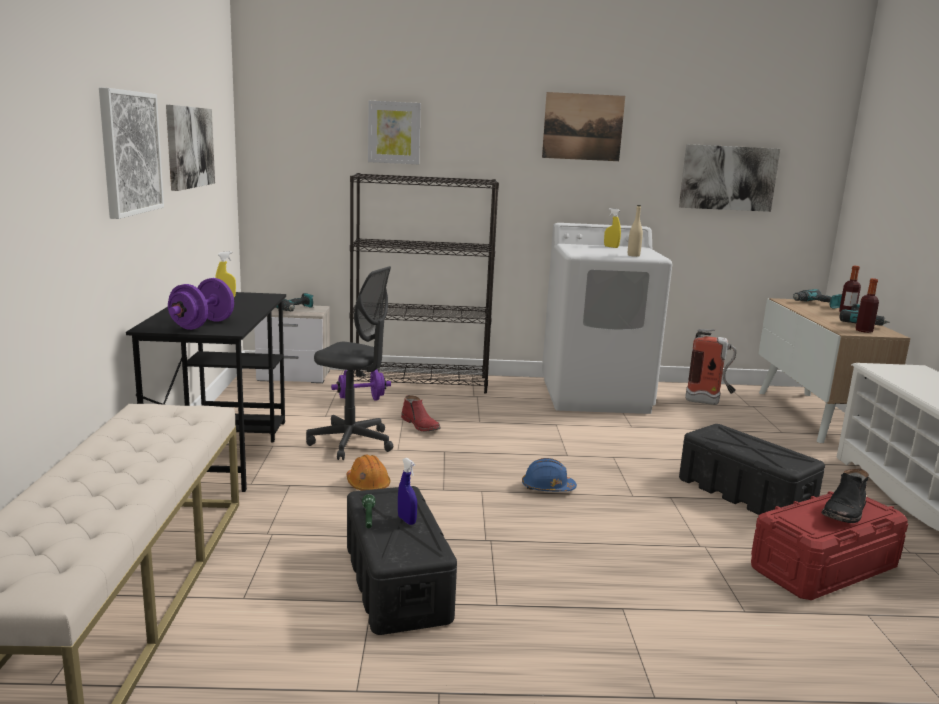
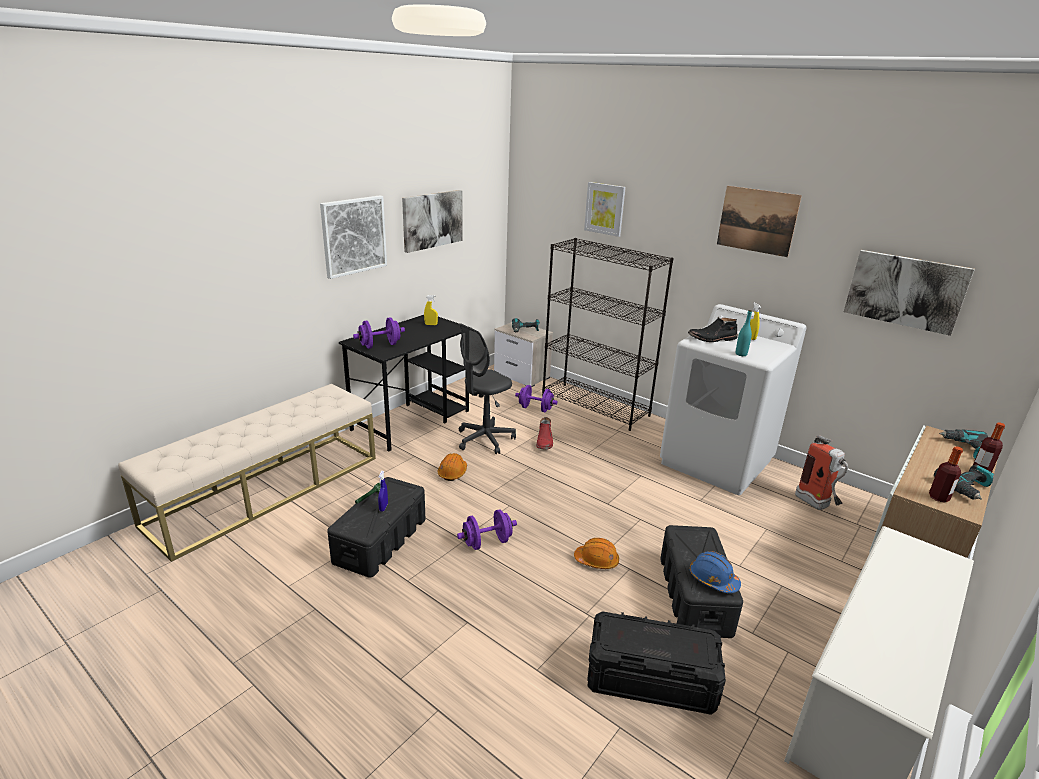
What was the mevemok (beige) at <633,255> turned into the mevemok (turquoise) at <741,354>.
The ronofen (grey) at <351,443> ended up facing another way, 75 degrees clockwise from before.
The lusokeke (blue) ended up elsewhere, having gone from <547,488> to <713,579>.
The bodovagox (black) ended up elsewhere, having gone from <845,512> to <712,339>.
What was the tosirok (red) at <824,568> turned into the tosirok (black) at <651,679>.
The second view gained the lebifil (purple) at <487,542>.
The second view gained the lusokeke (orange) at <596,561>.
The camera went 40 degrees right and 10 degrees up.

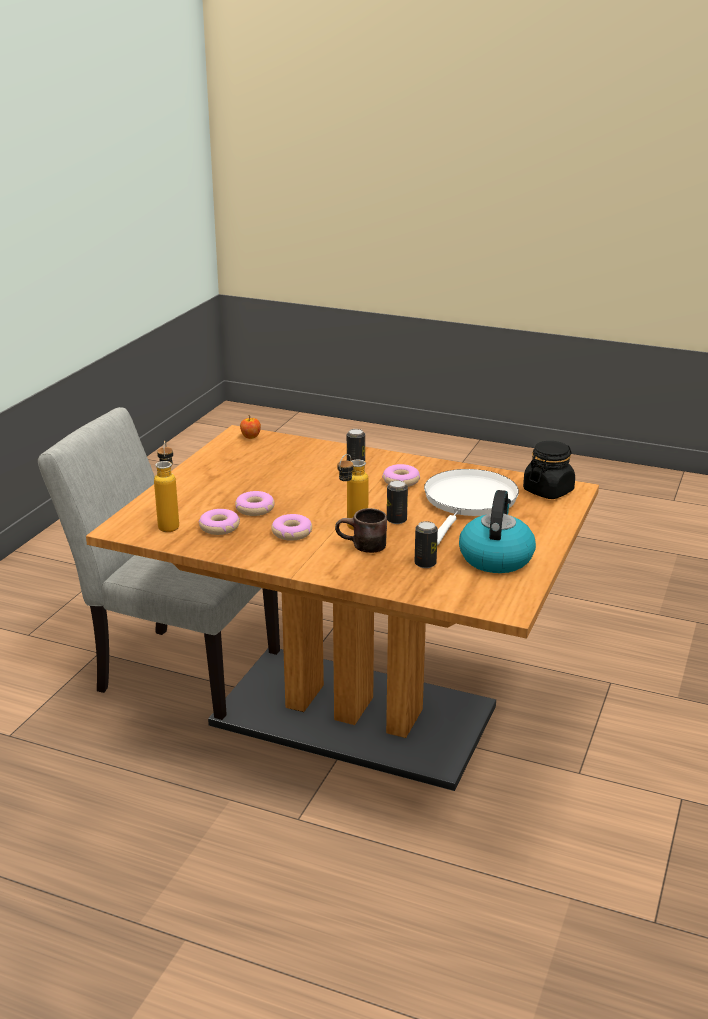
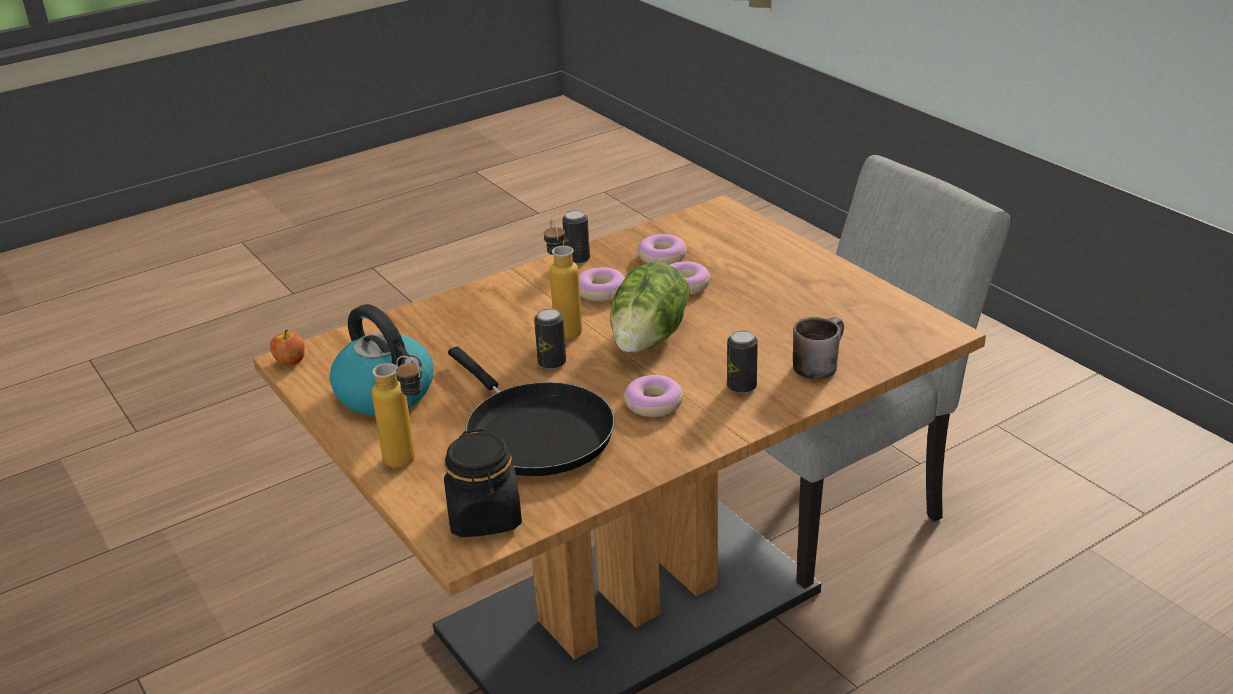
The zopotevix ended up elsewhere, having gone from <250,436> to <290,361>.
The mevemok ended up elsewhere, having gone from <169,524> to <410,463>.
What was the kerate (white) at <468,502> turned into the kerate (black) at <533,432>.
The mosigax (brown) ended up elsewhere, having gone from <362,548> to <816,363>.
The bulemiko ended up elsewhere, having gone from <425,563> to <577,259>.
The second view gained the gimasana at <650,338>.
The camera went 125 degrees right and 5 degrees up.

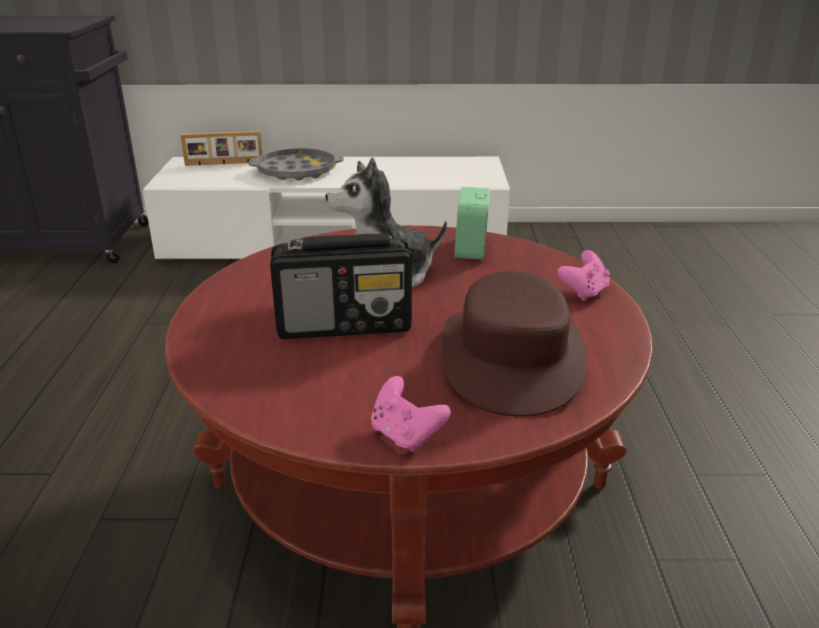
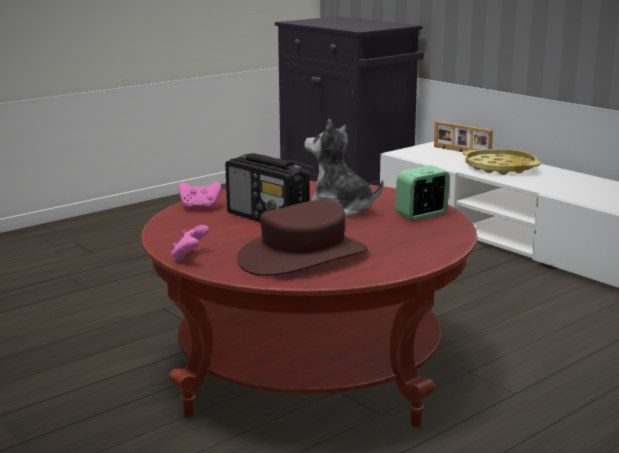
What was the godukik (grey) at <297,171> turned into the godukik (yellow) at <500,167>.
The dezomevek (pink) ended up elsewhere, having gone from <584,292> to <200,207>.
The camera went 50 degrees right and 10 degrees down.

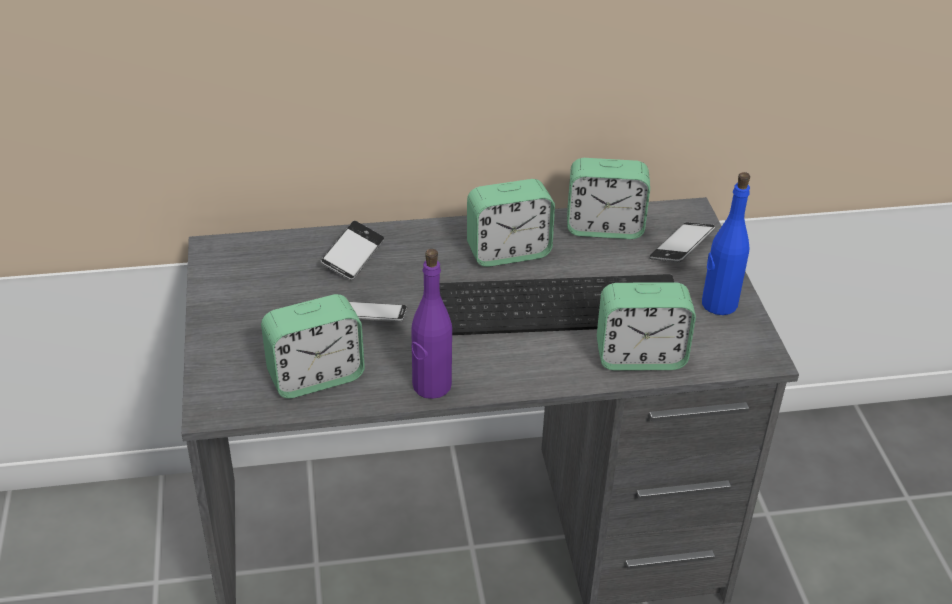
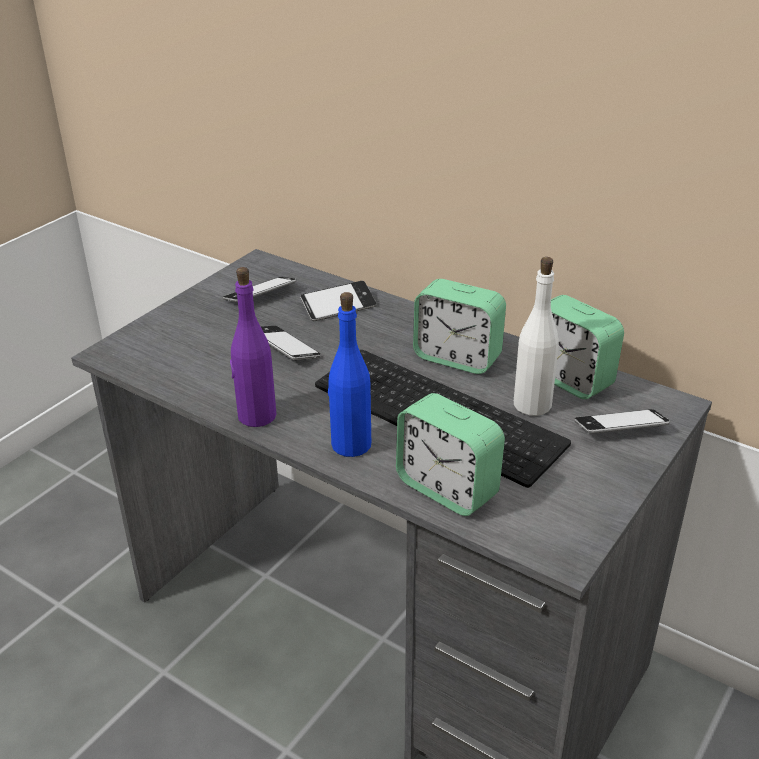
The mevemok (blue) ended up elsewhere, having gone from <718,304> to <350,444>.
The second view lost the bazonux at <316,376>.
The second view gained the mevemok (white) at <532,404>.
The second view gained the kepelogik at <260,295>.
The camera went 45 degrees right and 5 degrees down.

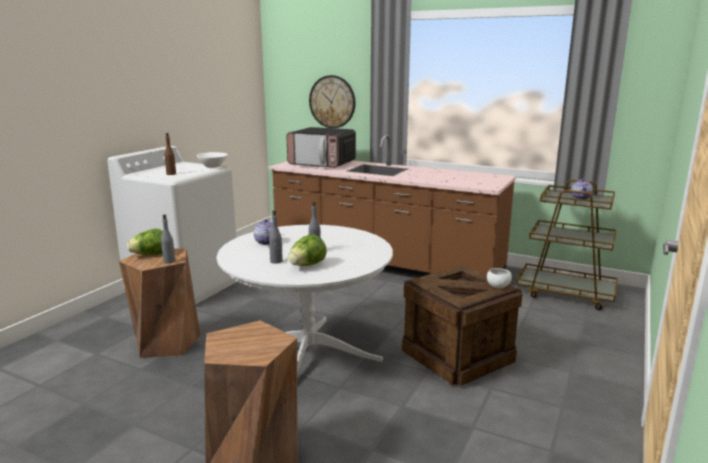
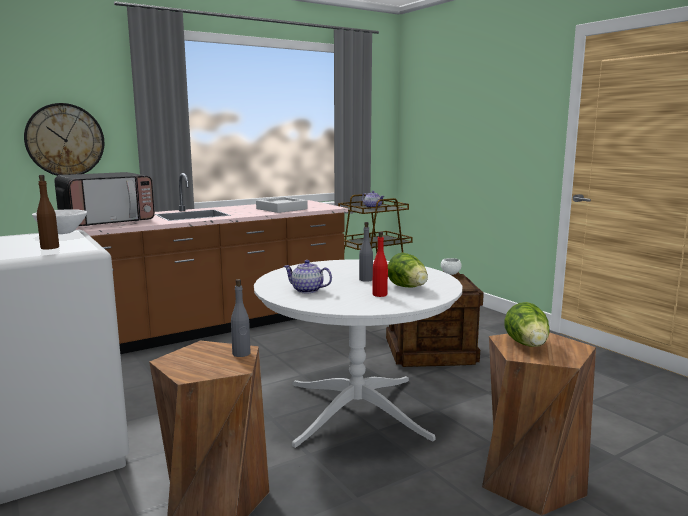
What was the mevemok (grey) at <276,261> turned into the mevemok (red) at <380,294>.
The gimasana ended up elsewhere, having gone from <150,255> to <528,345>.
The second view gained the godukik (grey) at <281,209>.
The camera went 60 degrees left and 5 degrees down.

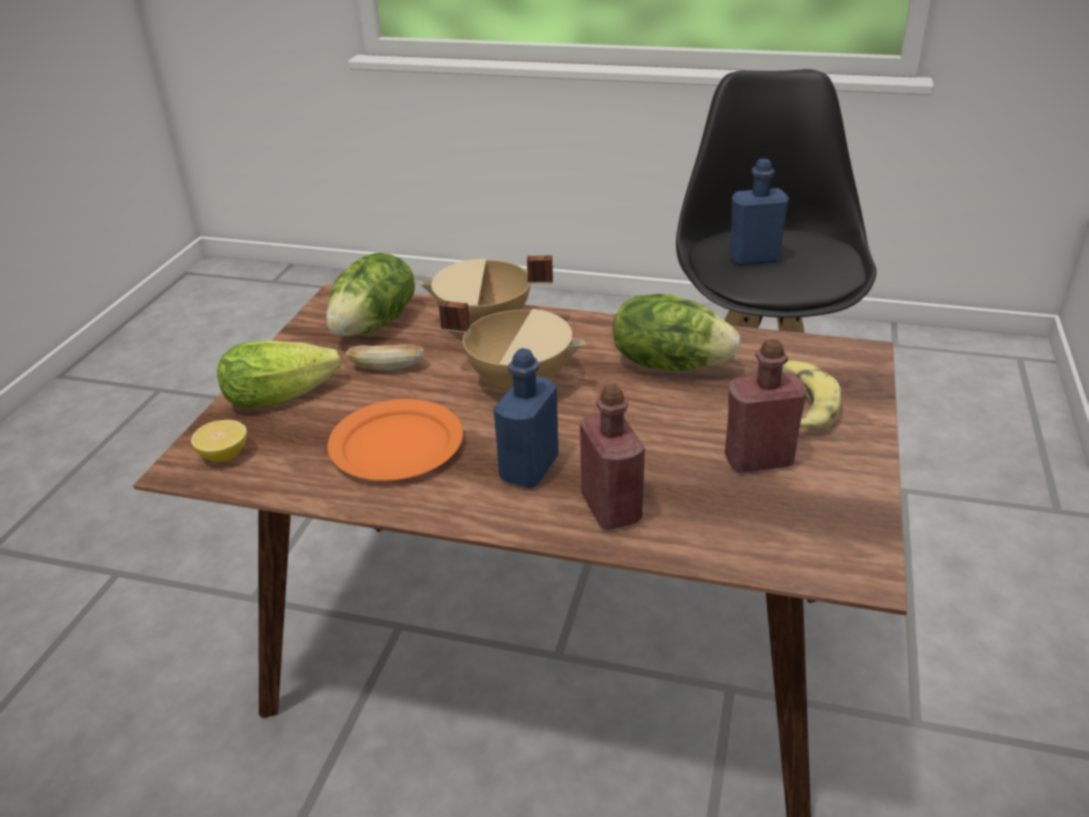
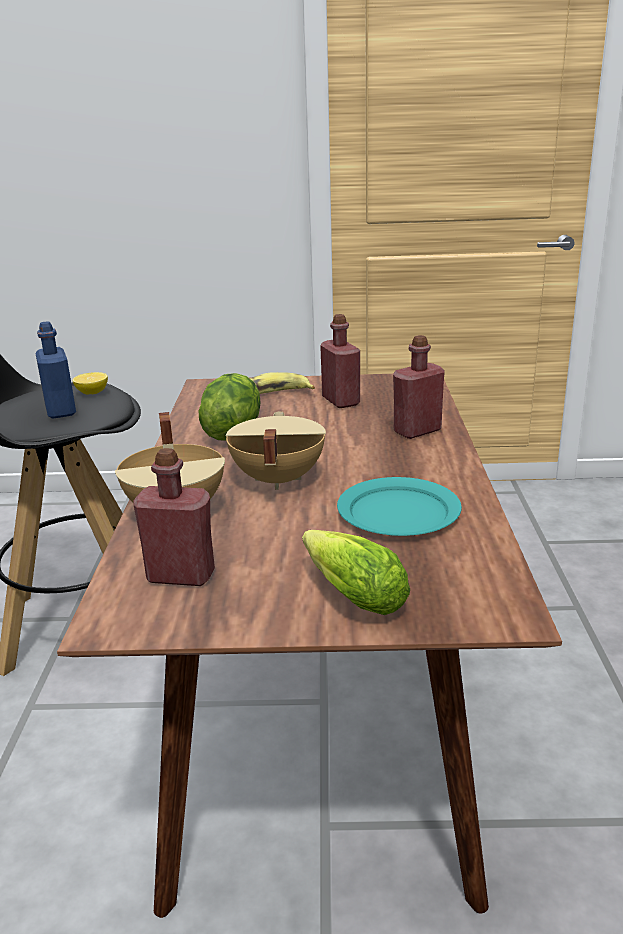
Where the gimasana stood at <375,325>, the mevemok (red) came to stand at <181,575>.
The second view lost the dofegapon at <387,367>.
The second view lost the mevemok (blue) at <529,468>.
What was the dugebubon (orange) at <396,446> turned into the dugebubon (turquoise) at <399,512>.
The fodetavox ended up elsewhere, having gone from <224,455> to <92,393>.
The camera went 105 degrees left and 10 degrees down.

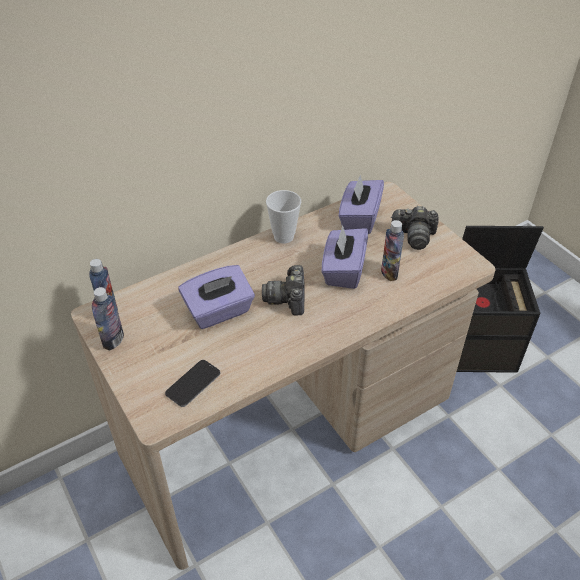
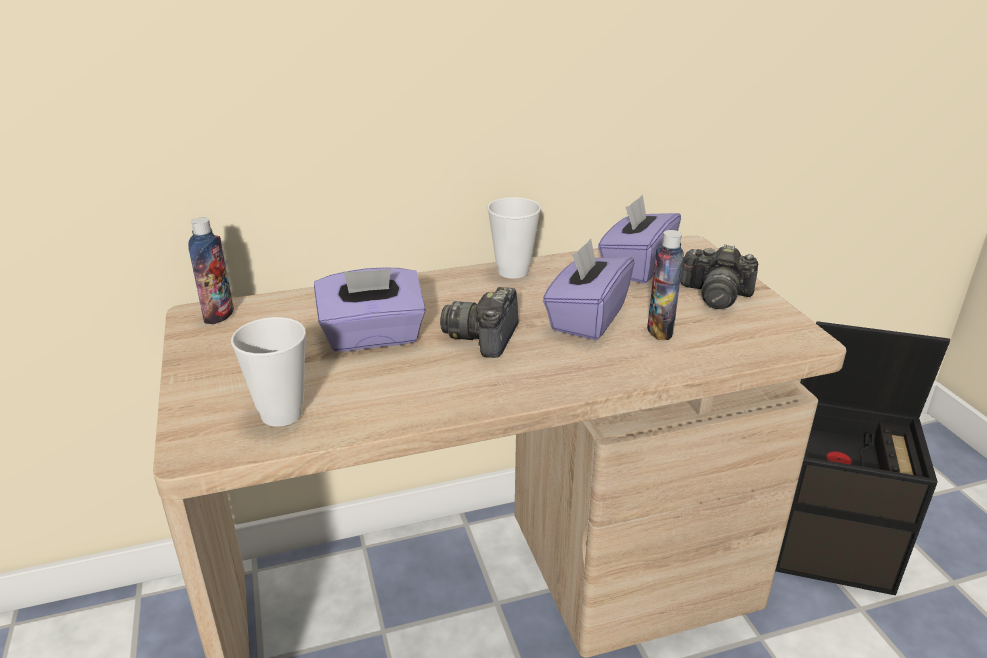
The second view lost the mevemok at <113,340>.
Where the kepelogik stood at <193,384>, the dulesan came to stand at <281,414>.
The camera went 15 degrees right and 15 degrees down.

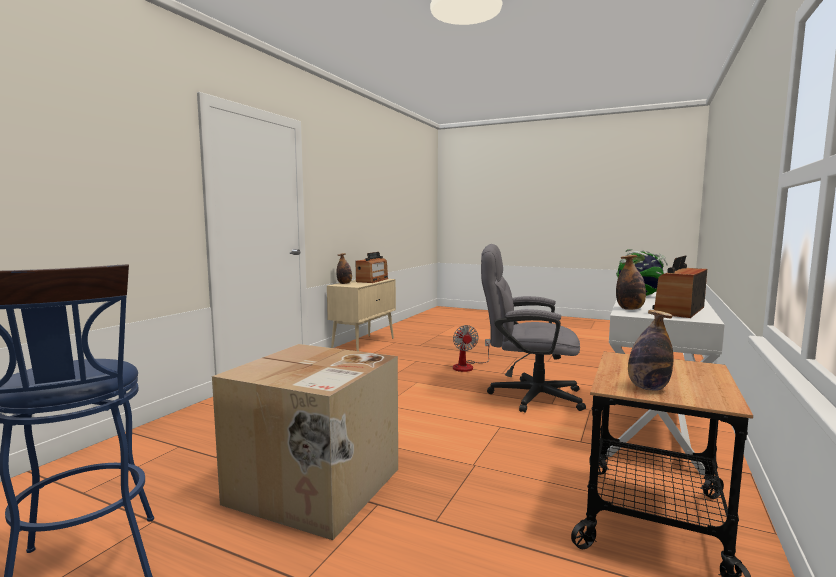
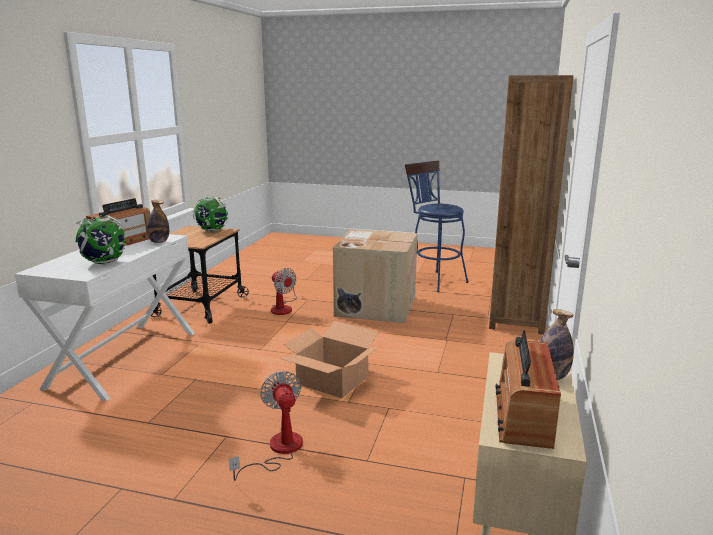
The second view lost the ronofen (grey) at <526,396>.
Where the mevemok stood at <647,388>, the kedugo came to stand at <212,231>.
The second view gained the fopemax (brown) at <517,319>.
The second view gained the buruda at <283,307>.
The second view gained the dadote at <332,380>.
The camera went 170 degrees right and 10 degrees up.

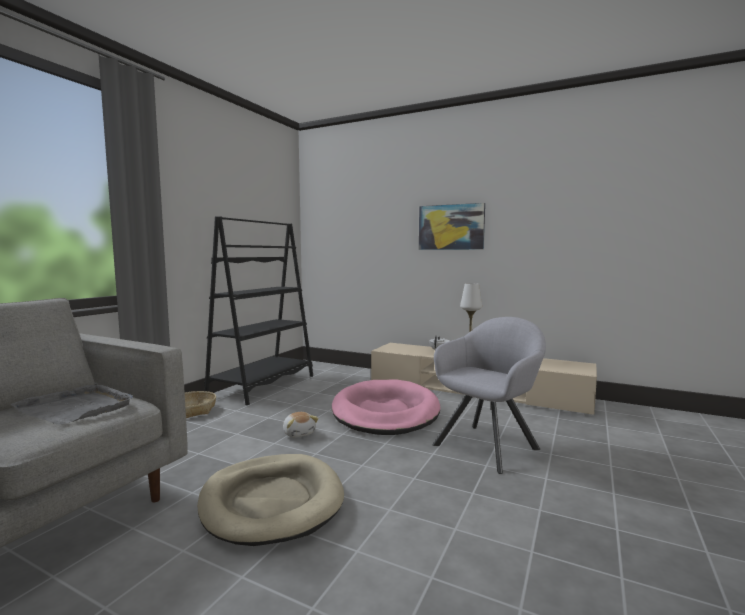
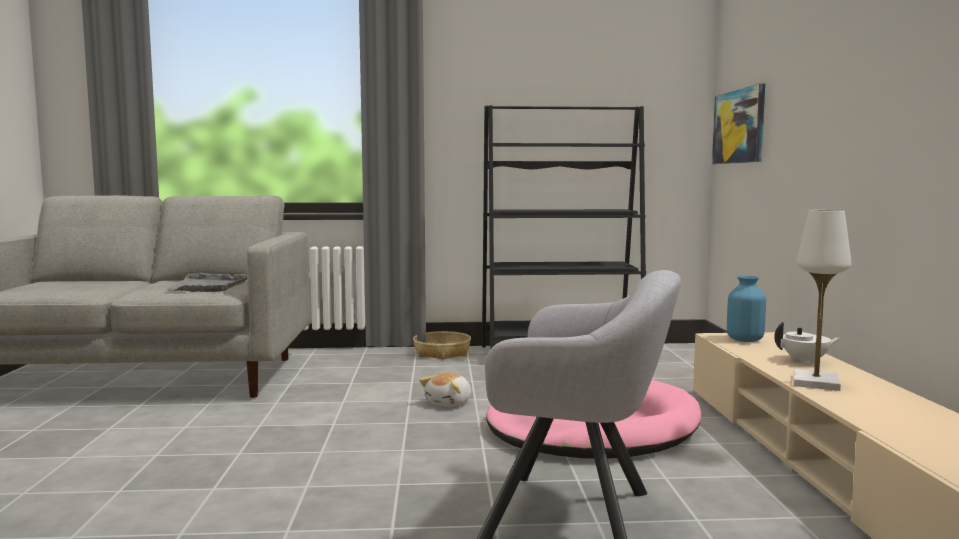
The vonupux ended up elsewhere, having gone from <451,227> to <739,127>.
The second view lost the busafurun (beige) at <272,502>.
The second view gained the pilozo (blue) at <744,340>.
The camera went 60 degrees right and 0 degrees up.

